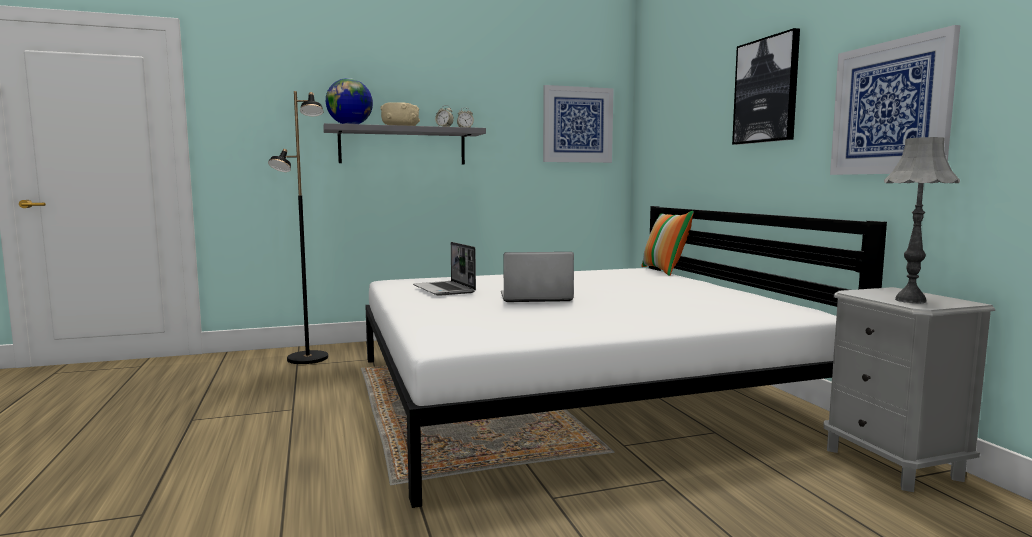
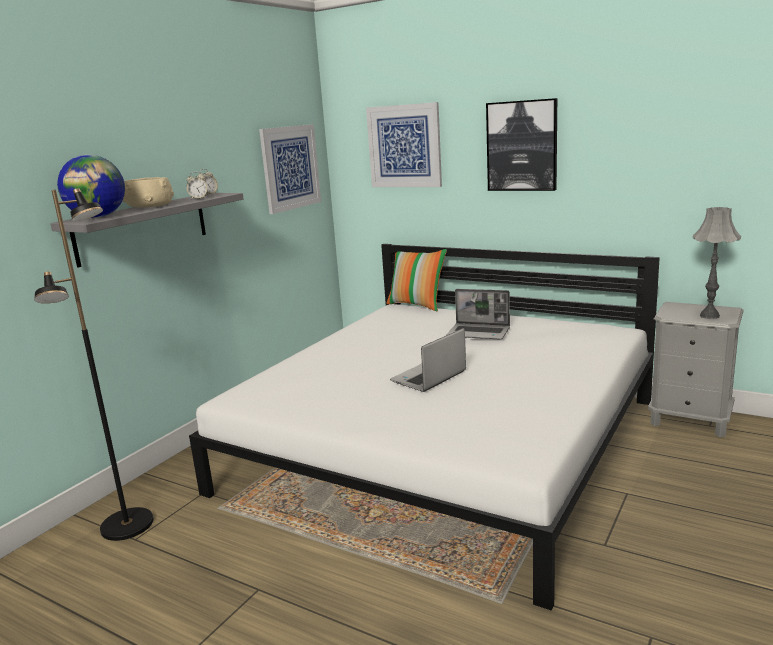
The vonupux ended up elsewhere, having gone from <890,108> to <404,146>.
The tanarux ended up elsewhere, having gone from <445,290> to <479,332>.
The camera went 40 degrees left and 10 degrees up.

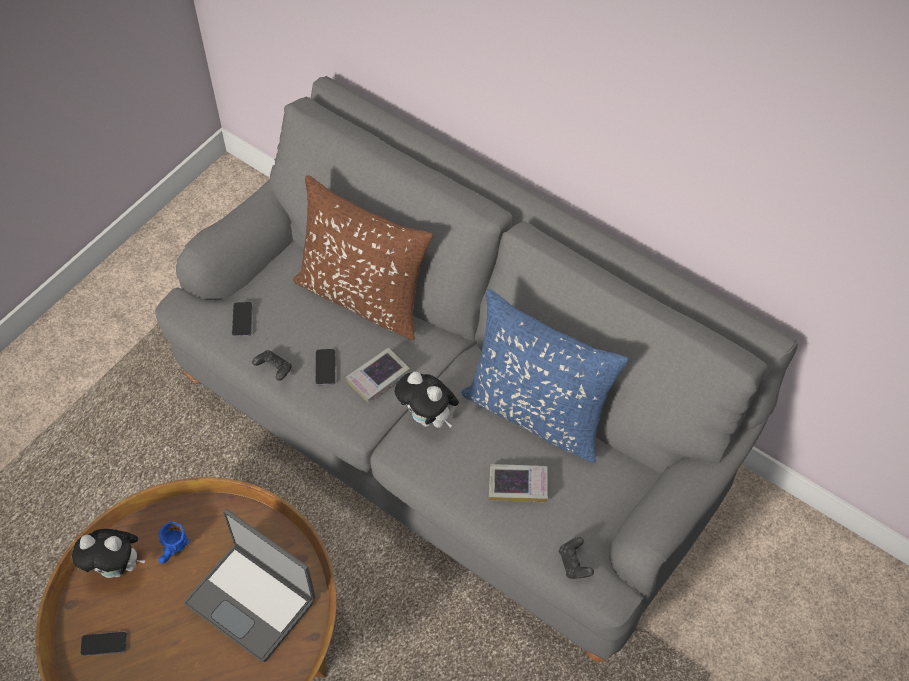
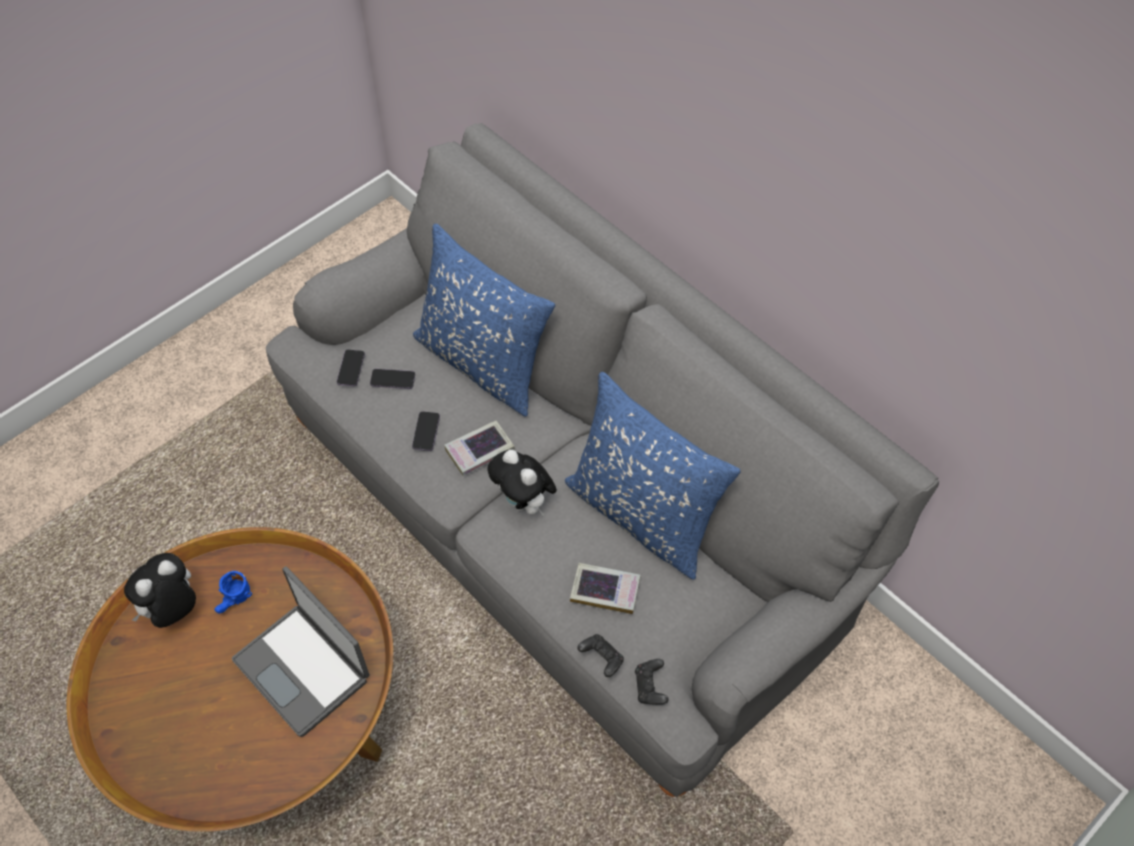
What was the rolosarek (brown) at <363,296> turned into the rolosarek (blue) at <483,362>.
The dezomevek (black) ended up elsewhere, having gone from <274,369> to <601,658>.
The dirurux at <117,568> ended up facing another way, 120 degrees clockwise from before.
The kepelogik ended up elsewhere, having gone from <104,644> to <393,380>.
The camera went 10 degrees right and 0 degrees up.

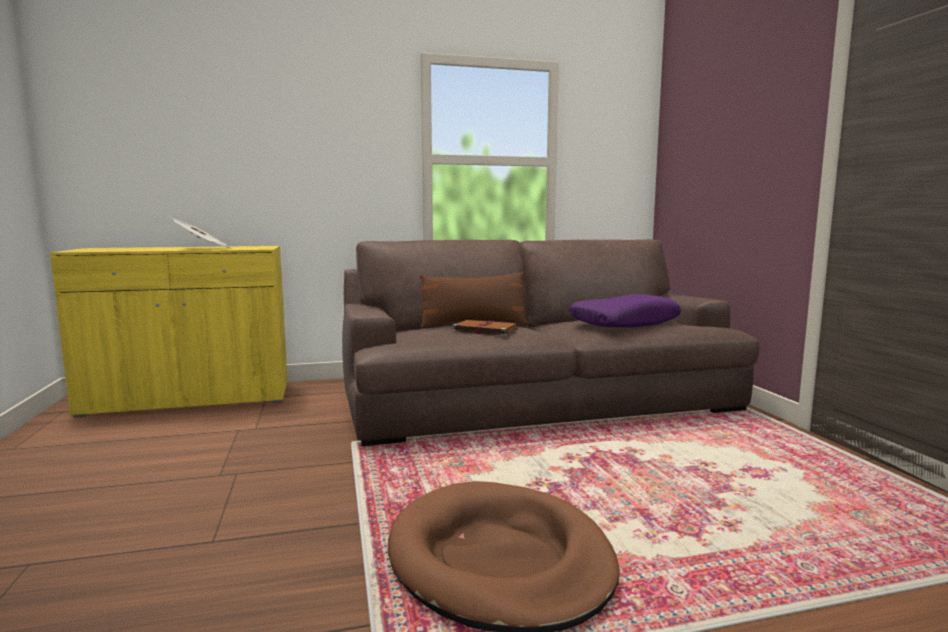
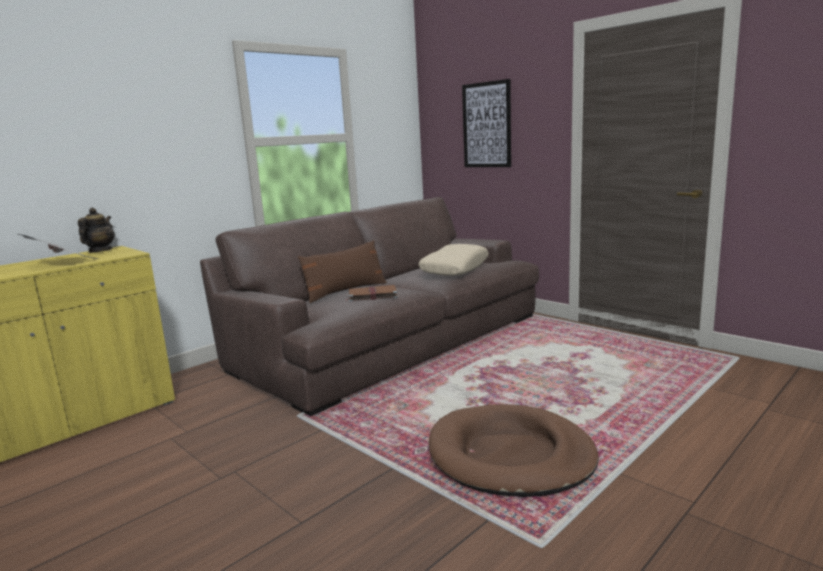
What was the rolosarek (purple) at <624,323> turned into the rolosarek (beige) at <454,269>.
The second view gained the vonupux at <487,125>.
The second view gained the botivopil at <100,251>.
The camera went 30 degrees left and 5 degrees up.

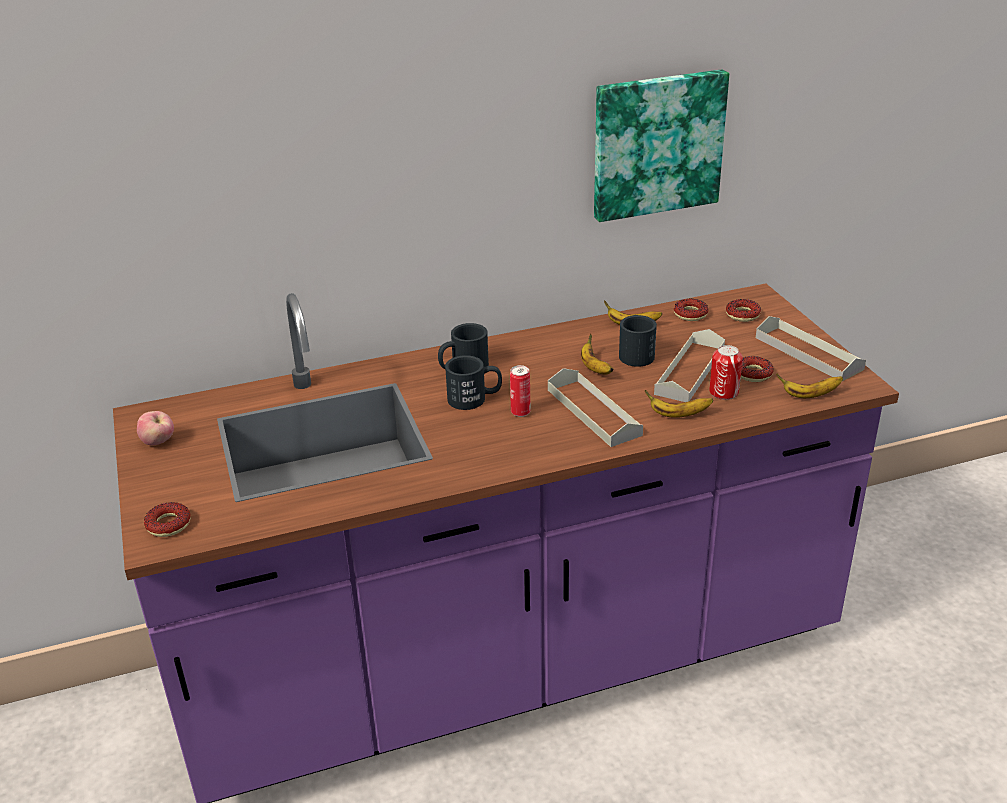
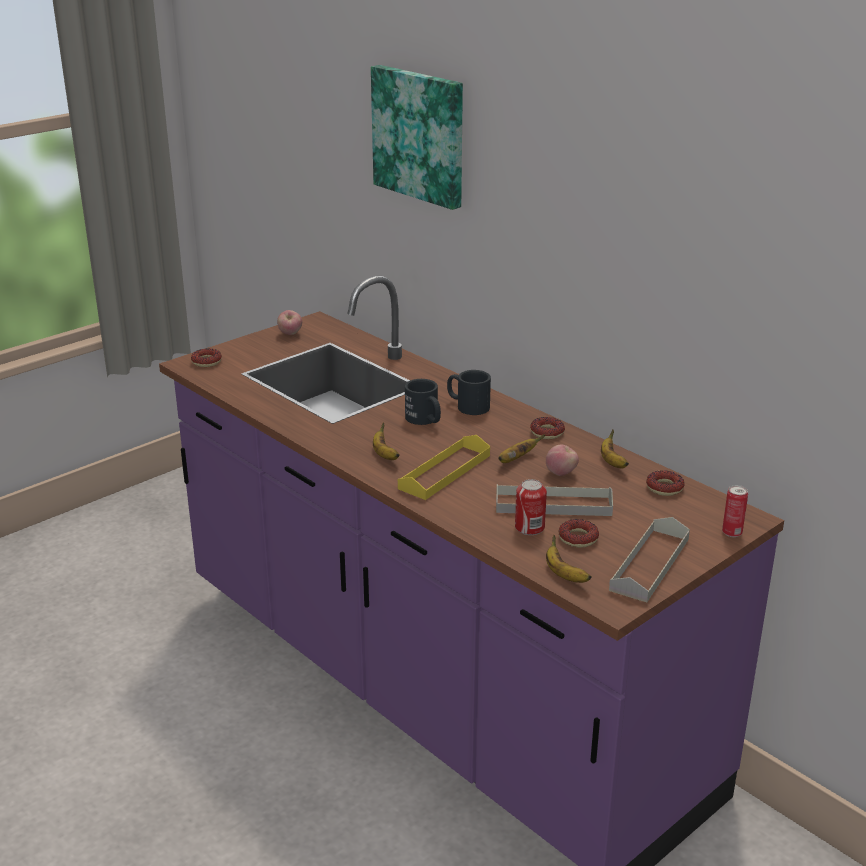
The vonupux ended up elsewhere, having gone from <656,144> to <420,135>.
The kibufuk ended up elsewhere, having gone from <742,315> to <547,432>.
Where the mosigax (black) stood at <636,353>, the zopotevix came to stand at <561,473>.
The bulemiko ended up elsewhere, having gone from <520,412> to <732,533>.
What was the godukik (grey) at <593,412> turned into the godukik (yellow) at <445,472>.
The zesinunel ended up elsewhere, having gone from <678,415> to <384,455>.
The camera went 65 degrees right and 5 degrees down.

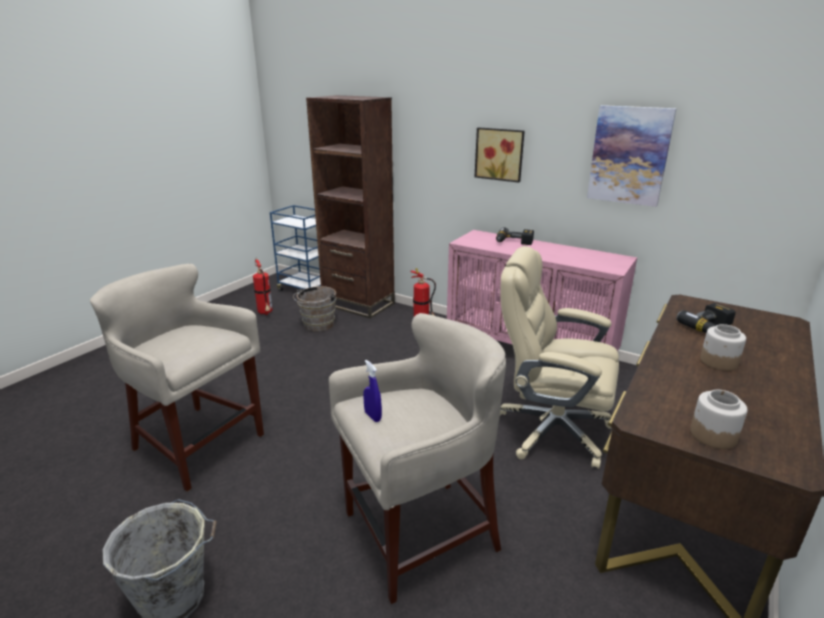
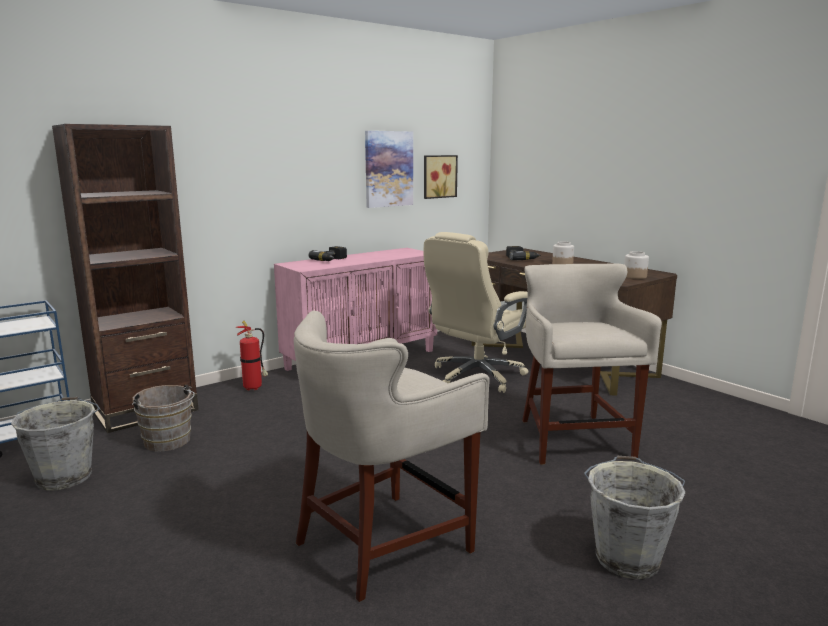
The vonupux ended up elsewhere, having gone from <500,154> to <438,176>.
Where the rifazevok stood at <265,313>, the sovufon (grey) came to stand at <65,476>.
The second view lost the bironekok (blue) at <372,416>.
The camera went 70 degrees left and 10 degrees down.

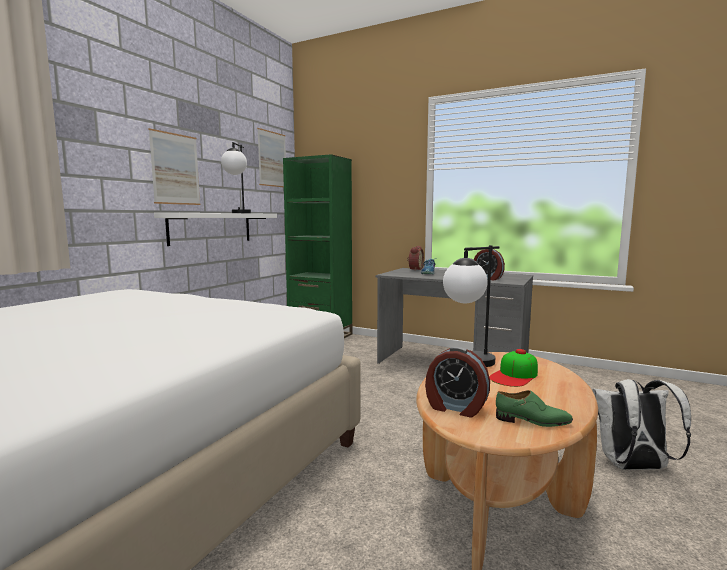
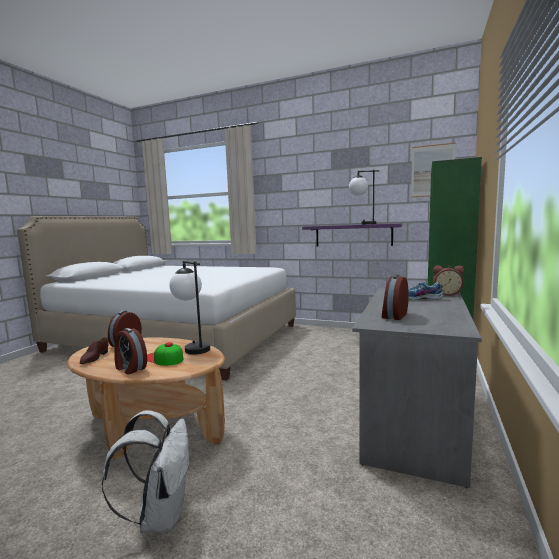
The second view lost the vonupux at <175,169>.
What was the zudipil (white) at <211,228> turned into the zudipil (purple) at <353,235>.
What was the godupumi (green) at <533,421> turned into the godupumi (brown) at <94,358>.
The second view gained the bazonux at <130,368>.
The camera went 85 degrees right and 0 degrees up.

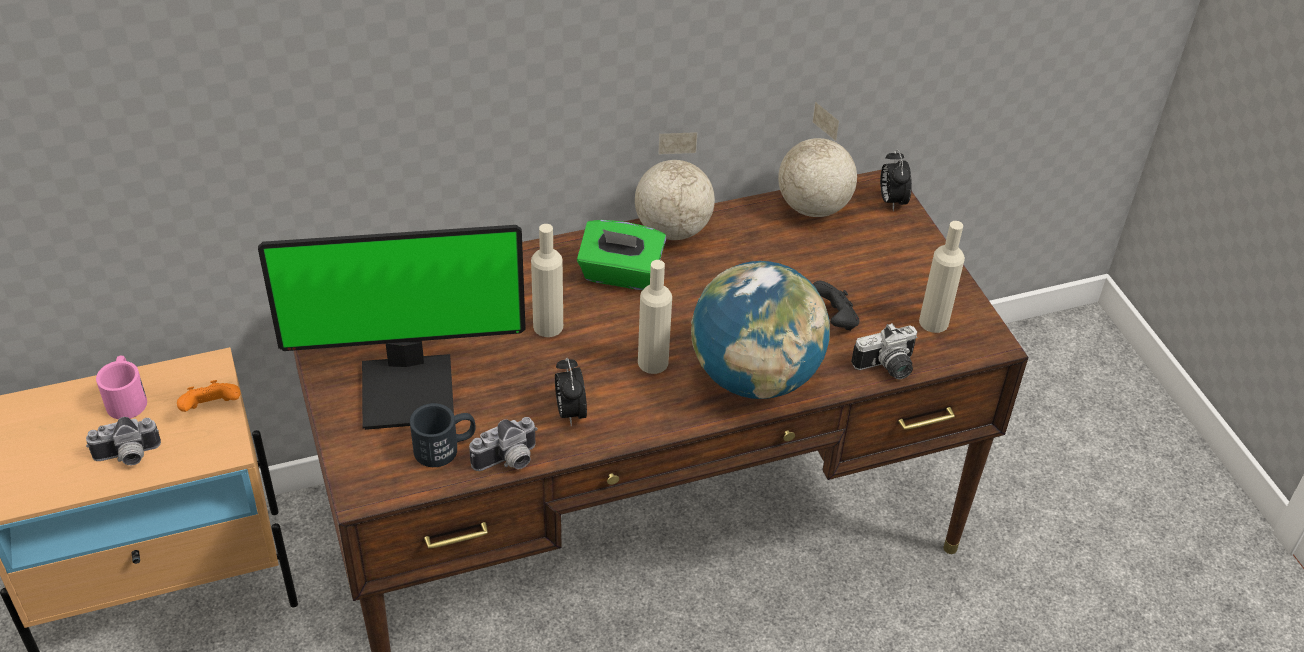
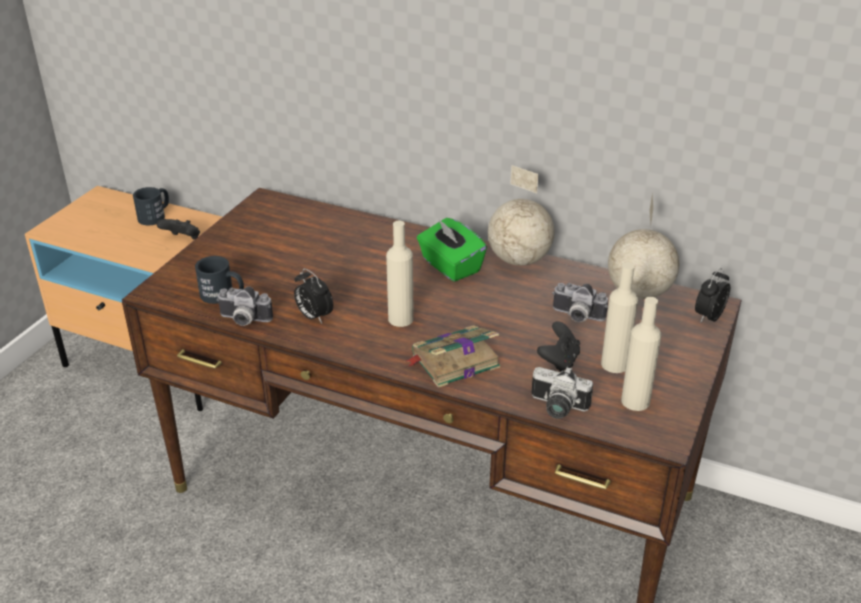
The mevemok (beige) ended up elsewhere, having gone from <548,326> to <614,364>.
The second view lost the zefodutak at <409,389>.
Where the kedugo stood at <754,377>, the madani came to stand at <453,361>.
What was the mosigax (pink) at <127,397> turned into the mosigax (black) at <155,216>.
The bazonux at <570,412> ended up facing another way, 75 degrees counterclockwise from before.
What was the dezomevek (orange) at <212,409> turned into the dezomevek (black) at <182,240>.
The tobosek ended up elsewhere, having gone from <128,457> to <576,317>.
The camera went 45 degrees right and 10 degrees down.

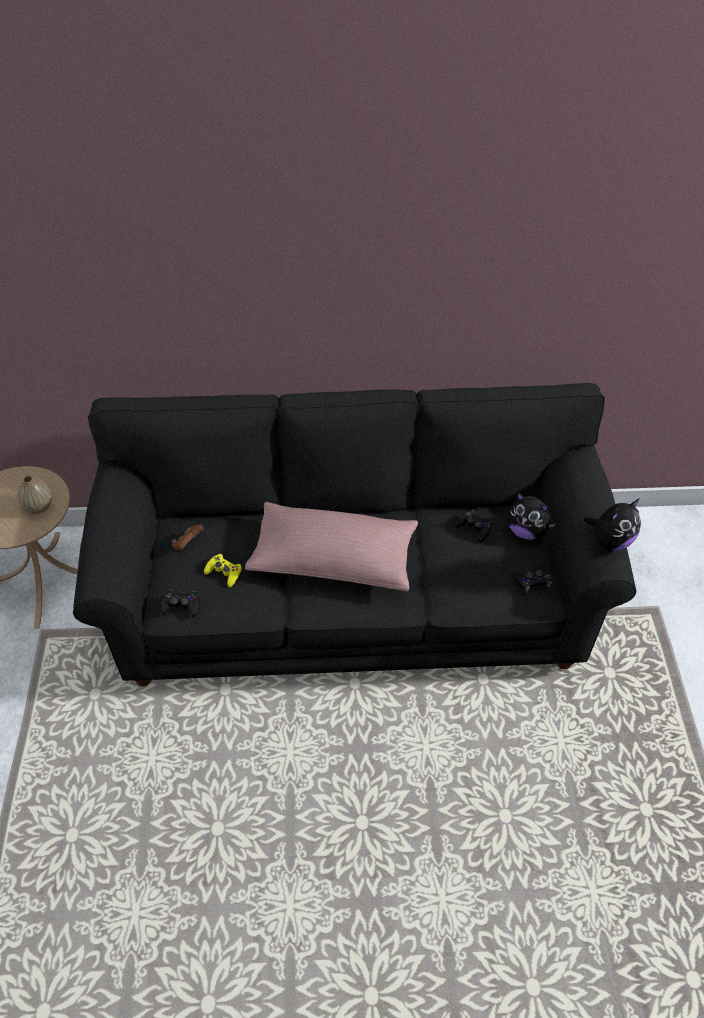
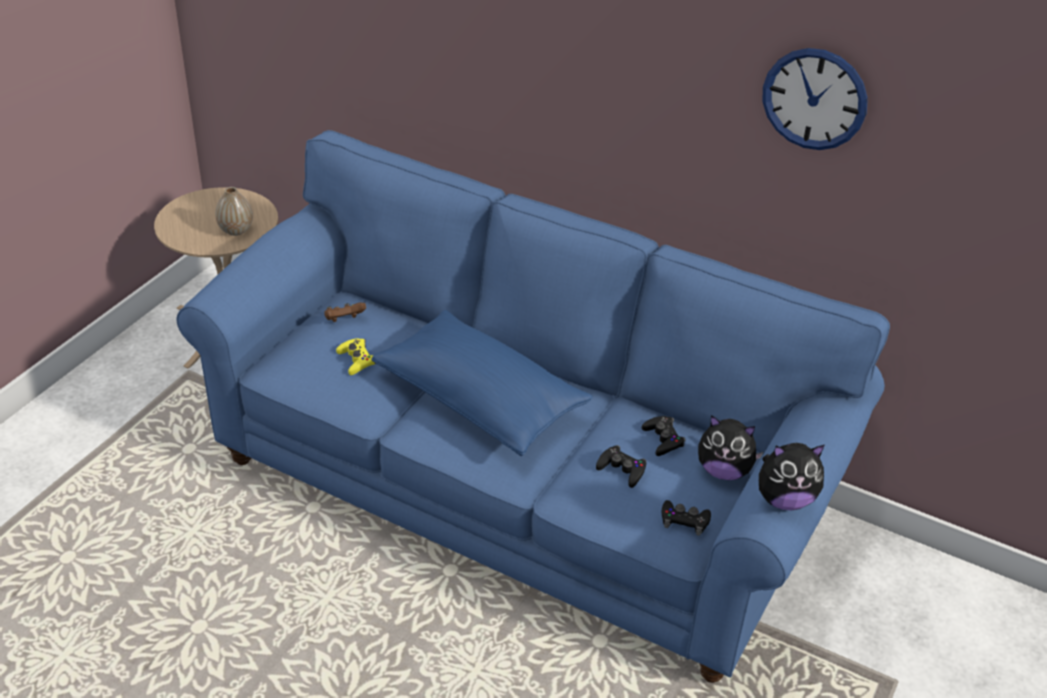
What was the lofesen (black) at <352,600> turned into the lofesen (blue) at <517,491>.
The dirurux at <526,531> ended up facing another way, 45 degrees counterclockwise from before.
What was the rolosarek (pink) at <333,559> turned into the rolosarek (blue) at <480,401>.
The dezomevek (black) ended up elsewhere, having gone from <181,606> to <621,469>.
The second view gained the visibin at <814,99>.
The camera went 30 degrees right and 10 degrees down.

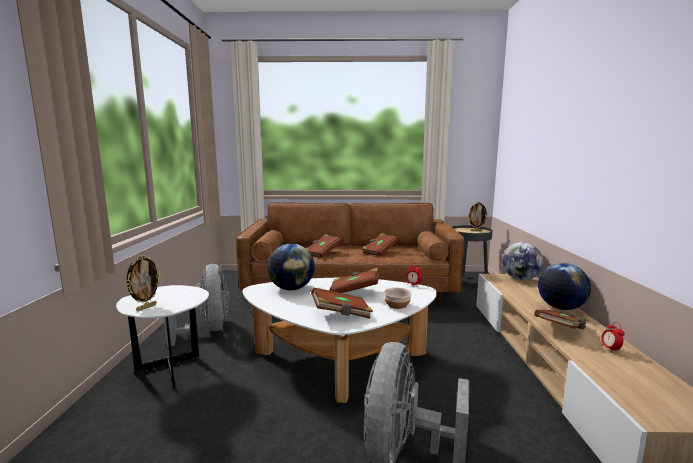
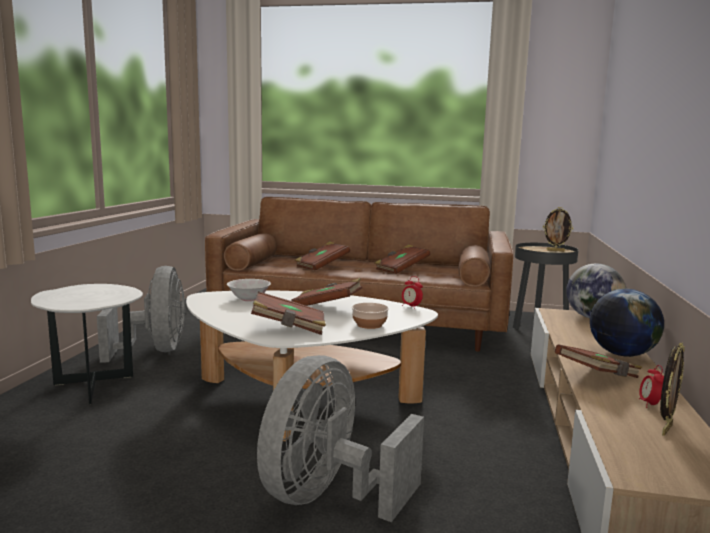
Where the kedugo stood at <291,288>, the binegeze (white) came to stand at <249,299>.
The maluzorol ended up elsewhere, having gone from <146,307> to <665,429>.
The camera went 10 degrees right and 0 degrees up.

